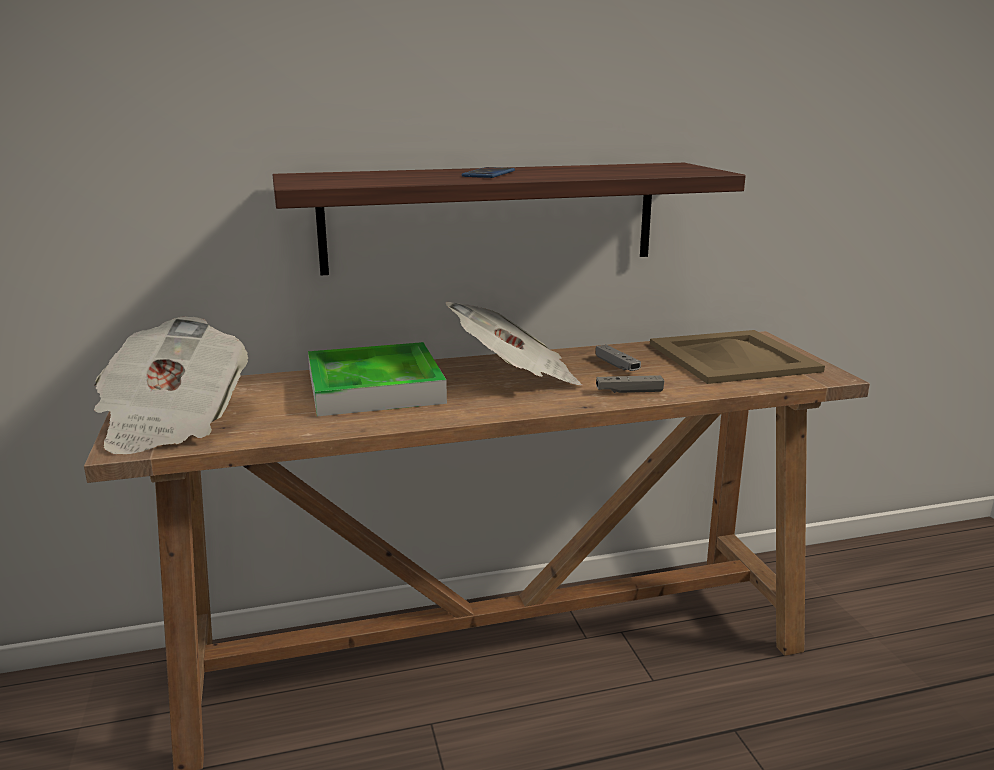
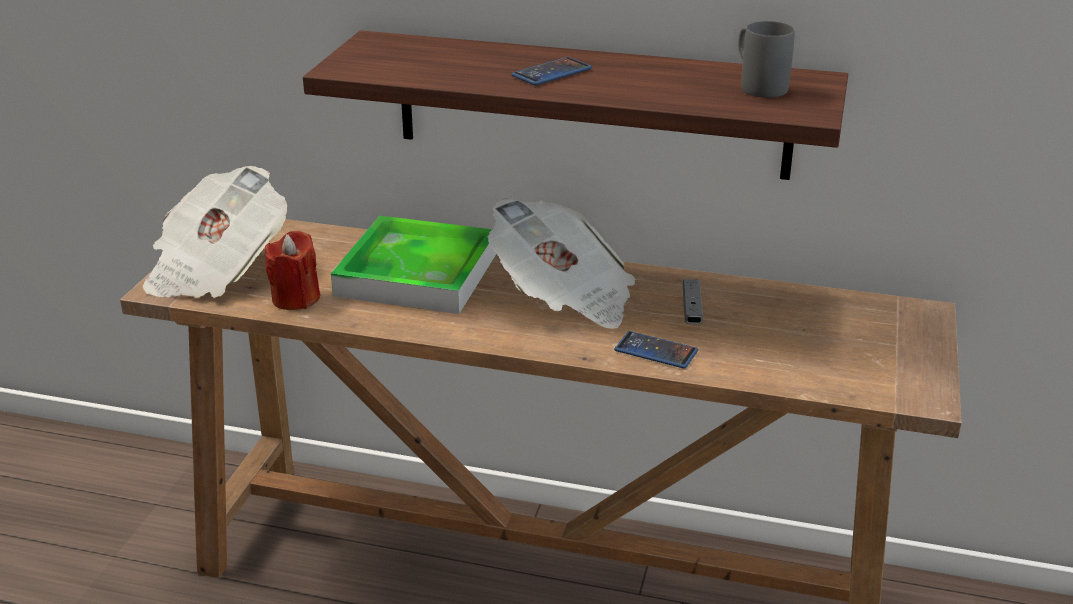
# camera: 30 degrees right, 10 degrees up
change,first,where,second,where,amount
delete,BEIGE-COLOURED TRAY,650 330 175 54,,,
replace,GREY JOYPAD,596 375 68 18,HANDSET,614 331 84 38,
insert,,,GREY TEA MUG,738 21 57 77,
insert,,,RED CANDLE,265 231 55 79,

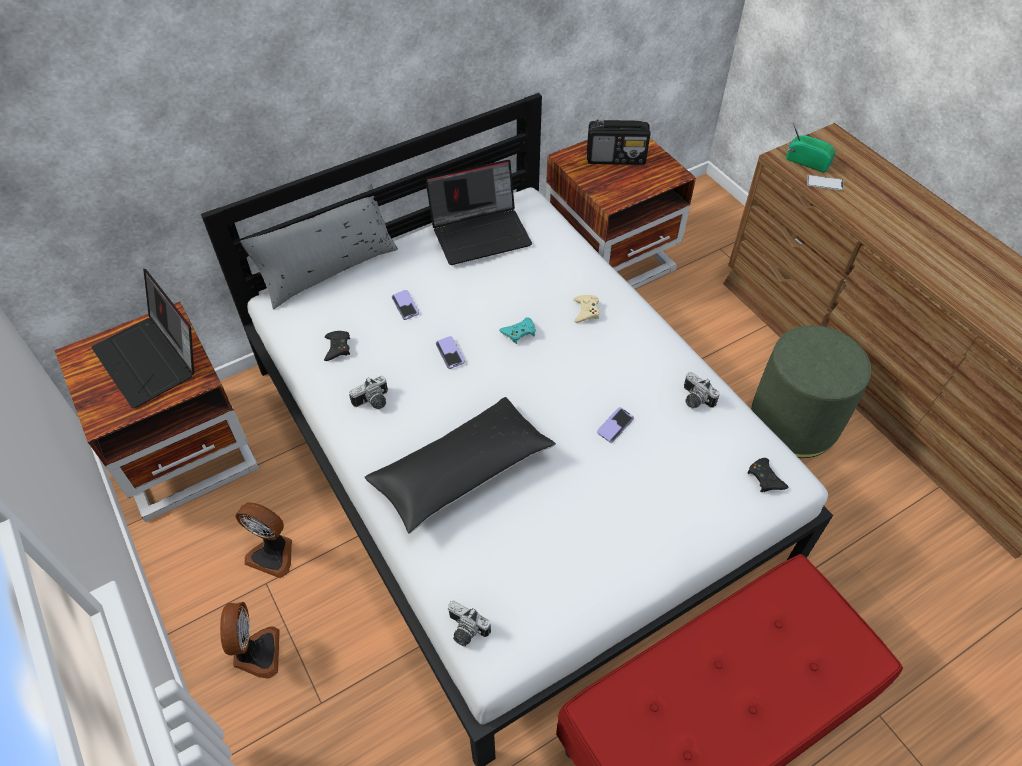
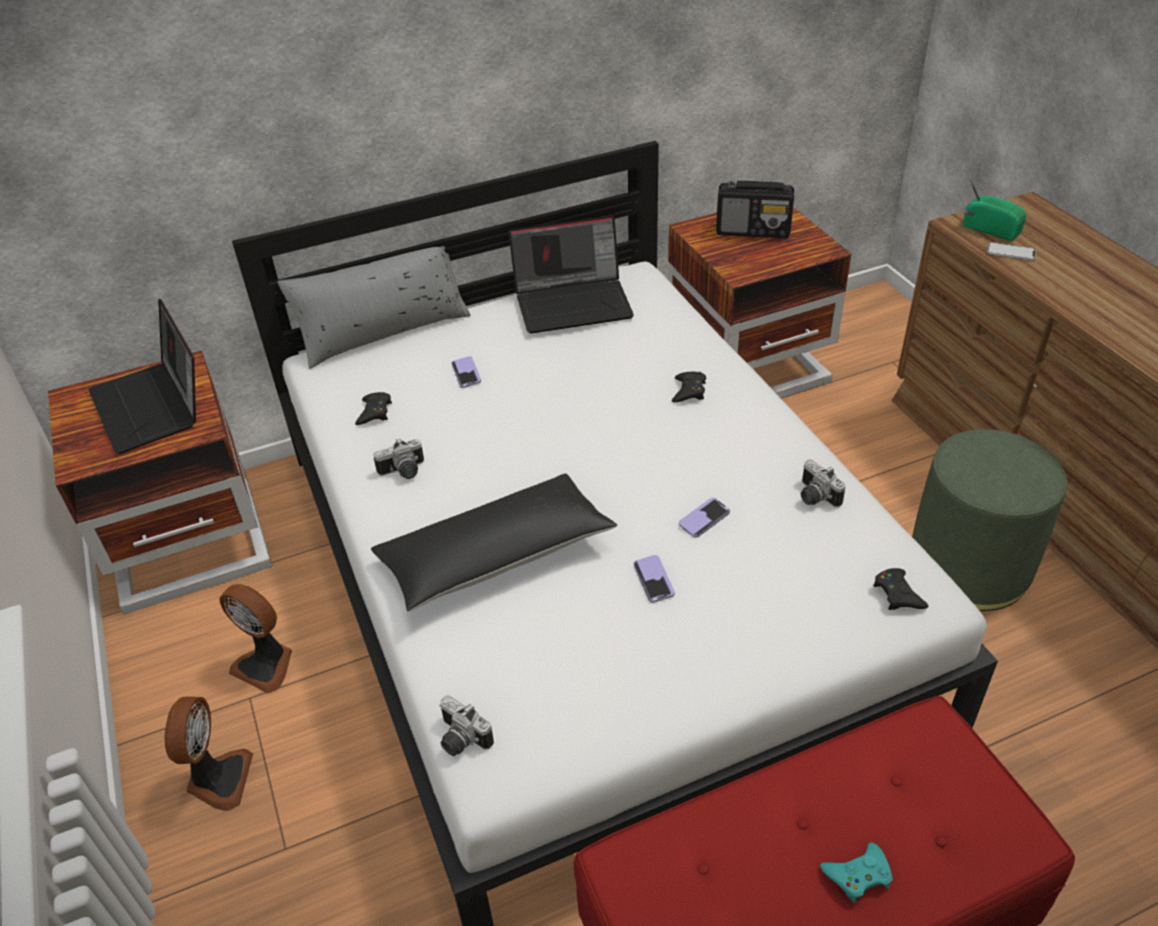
# camera: 10 degrees right, 10 degrees down
change,first,where,second,where,amount
recolor,BEIGE-COLOURED JOYPAD,573 295 27 28,BLACK-COLOURED JOYPAD,672 372 34 30,
move,TURQUOISE-COLOURED JOYPAD,499 317 37 27,,820 842 73 61,
move,HANDSET,436 336 29 33,,634 555 41 48,

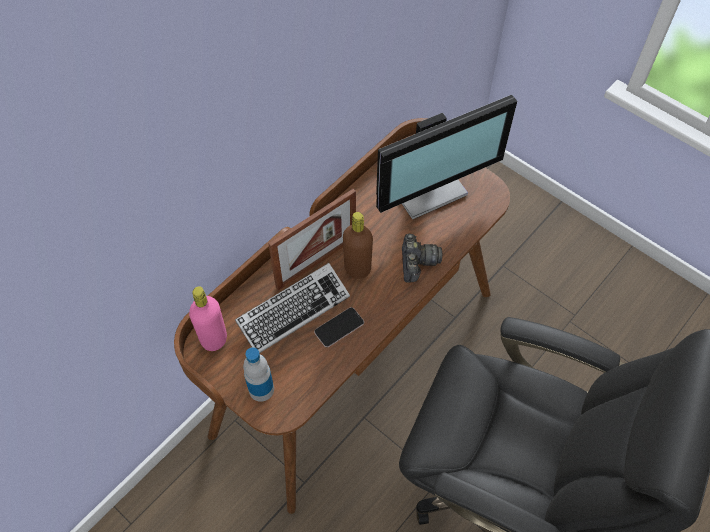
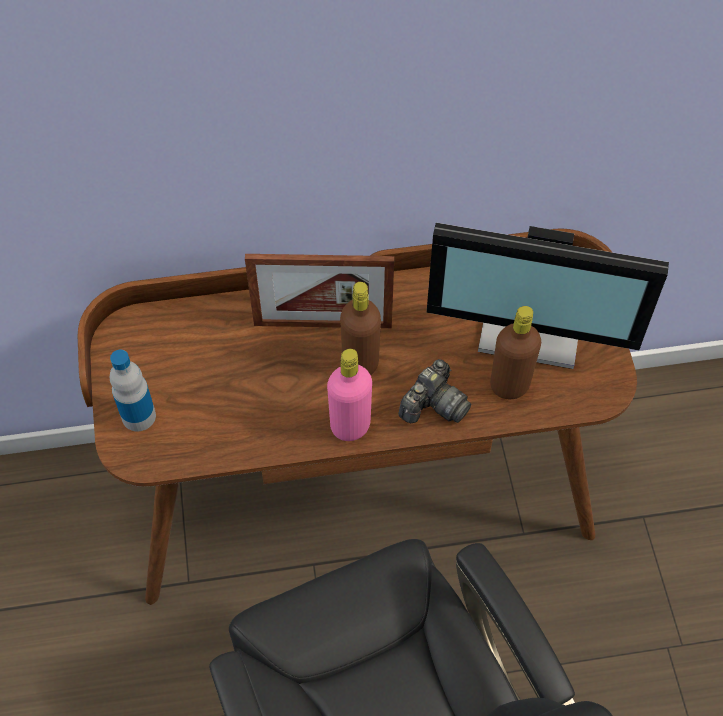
# camera: 40 degrees right, 0 degrees up
change,first,where,second,where,amount
delete,PC KEYBOARD,235 263 115 90,,,
move,PINKISH BEVERAGE BOTTLE,189 286 38 65,,327 349 45 92,
delete,HANDSET,314 307 50 40,,,
insert,,,BROWNISH BEVERAGE BOTTLE,490 306 51 93,

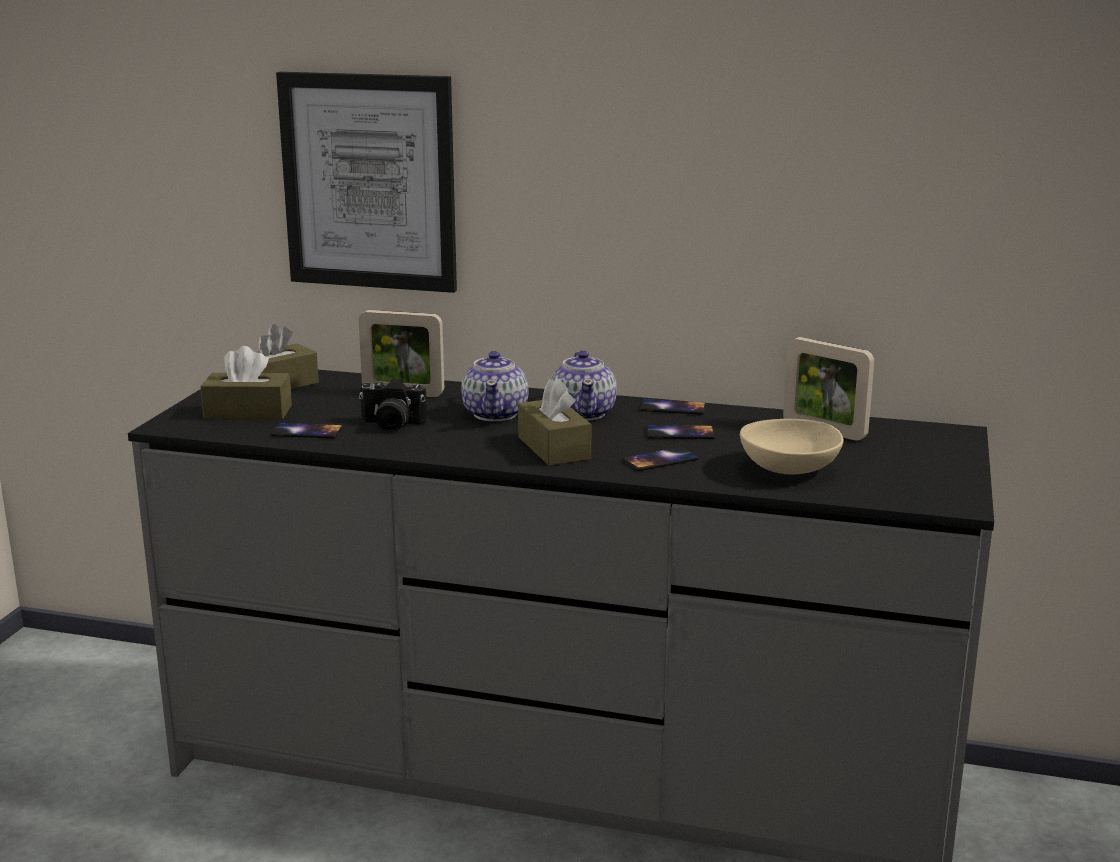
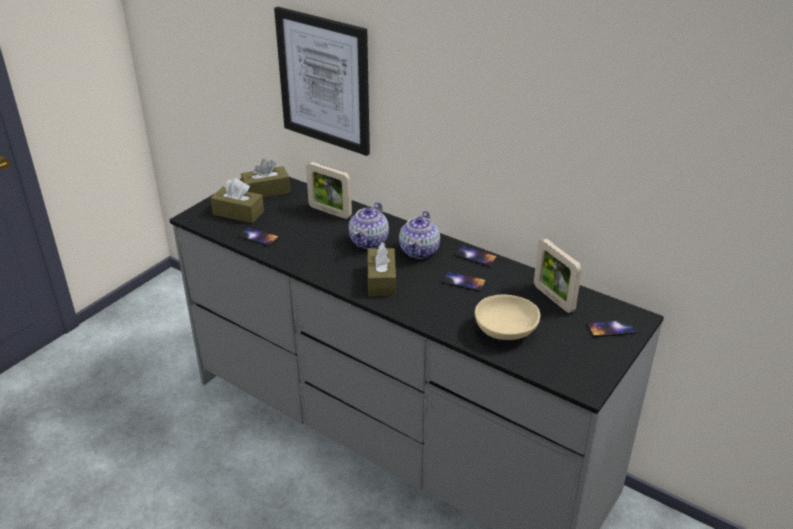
# camera: 20 degrees right, 15 degrees up
change,first,where,second,where,amount
delete,PHOTO CAMERA,359 378 68 54,,,
move,HANDSET,622 447 77 24,,587 320 49 17,

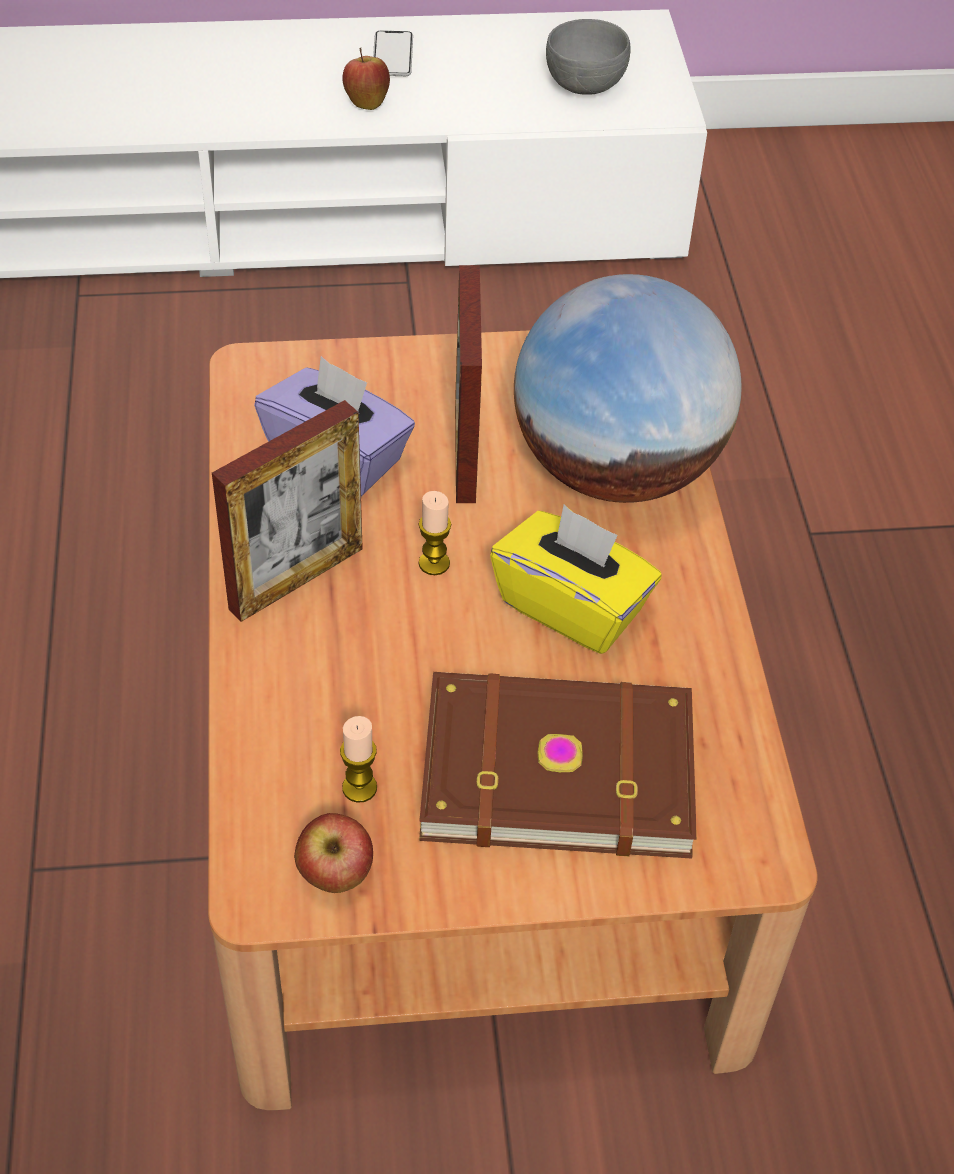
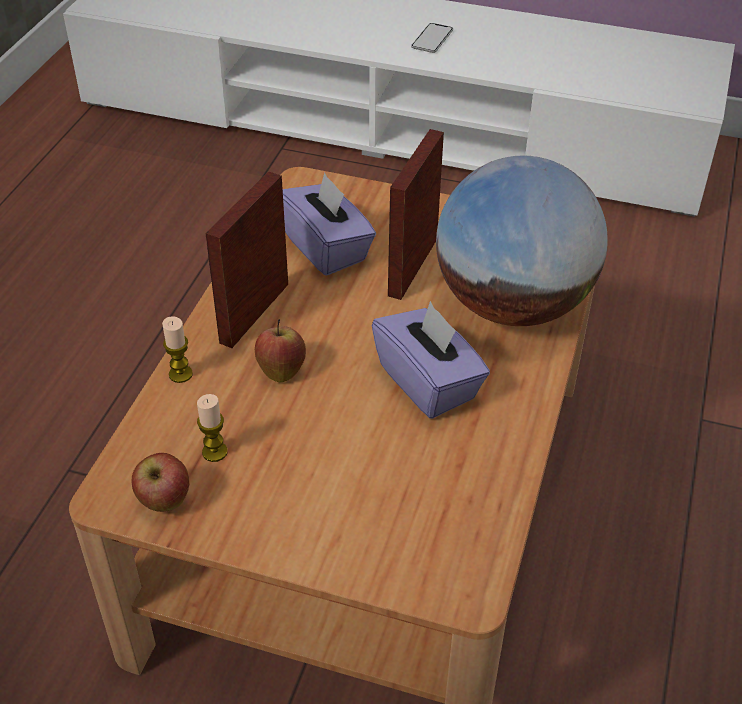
# camera: 25 degrees right, 5 degrees down
change,first,where,second,where,amount
delete,GREY BOWL,546 19 85 76,,,
move,HANDSET,373 31 40 45,,411 23 42 30,
move,APPLE,342 48 48 62,,255 319 51 64,
rotate,PHOTO FRAME,212 400 151 222,,205 171 83 177,135 degrees clockwise
move,CANDLE,418 491 33 84,,162 316 31 67,
recolor,YELLOW-COLOURED TISSUE HOLDER,490 504 171 150,PURPLE TISSUE HOLDER,372 301 118 118,
delete,BROWNISH BOUND BOOK,419 672 278 187,,,

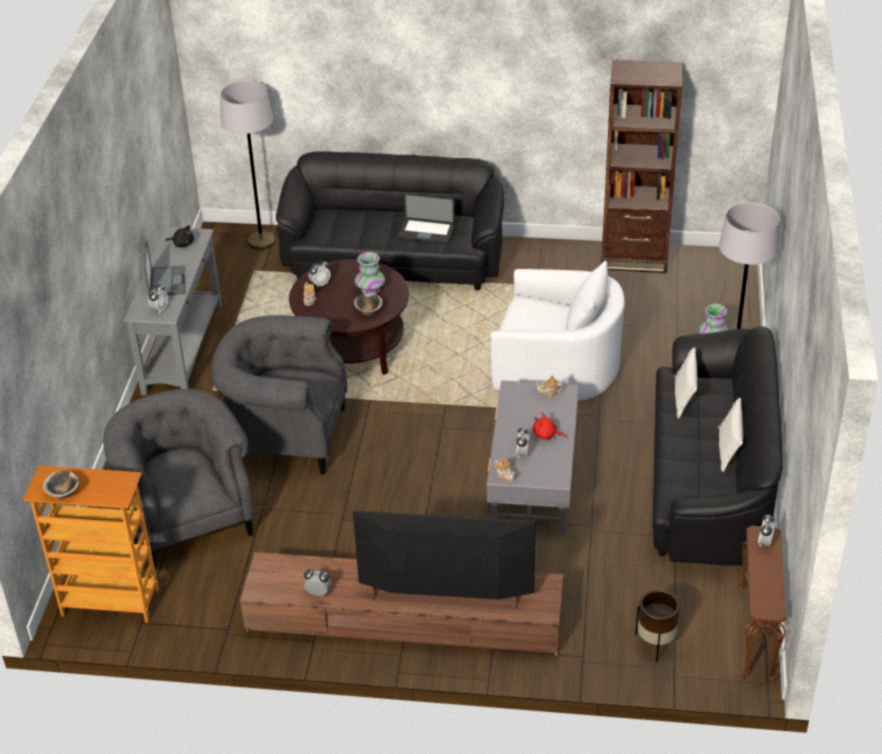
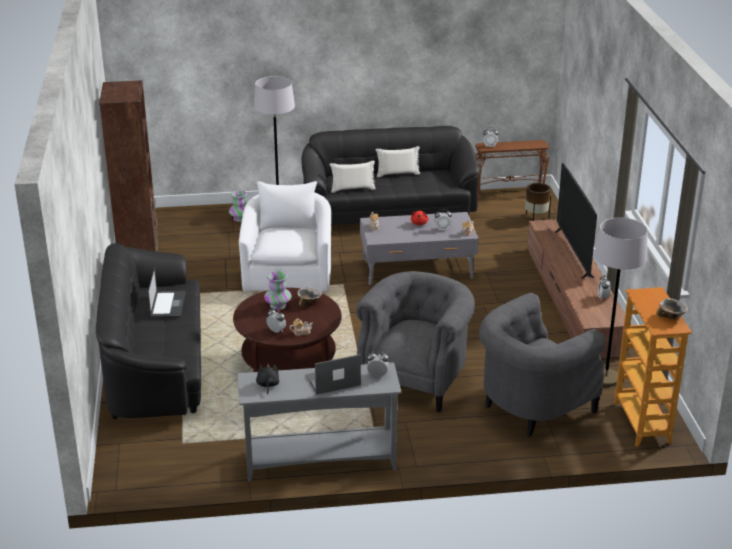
# camera: 105 degrees left, 10 degrees down
change,first,where,second,where,amount
move,GREY STANDARD LAMP,220 80 56 170,,594 218 54 169,
rotate,GREY EASY CHAIR,212 315 135 160,,356 271 119 141,150 degrees counterclockwise

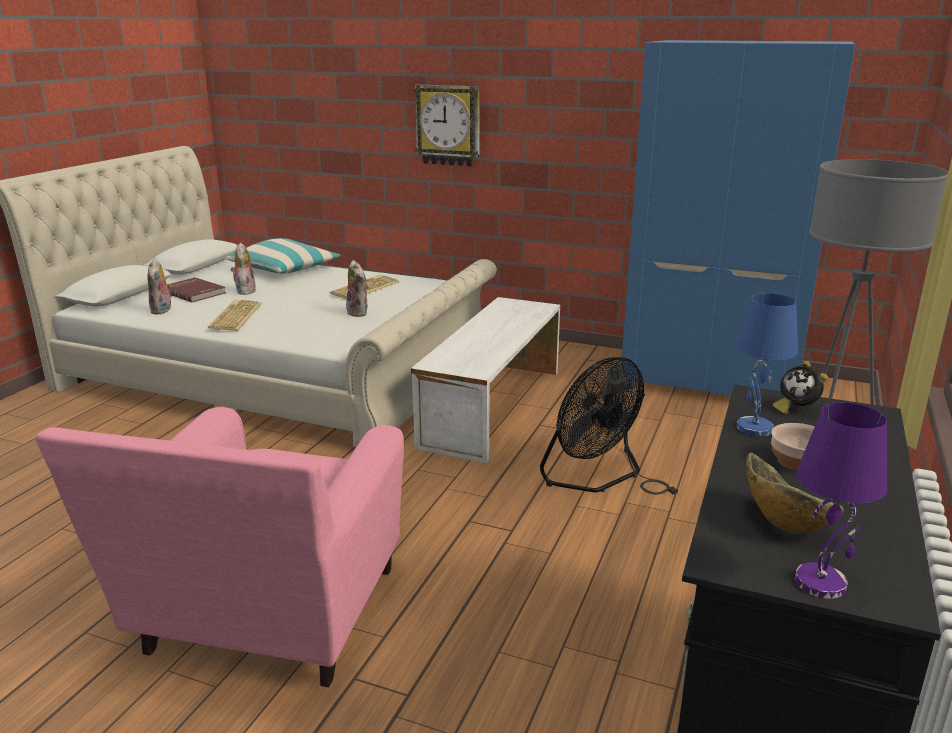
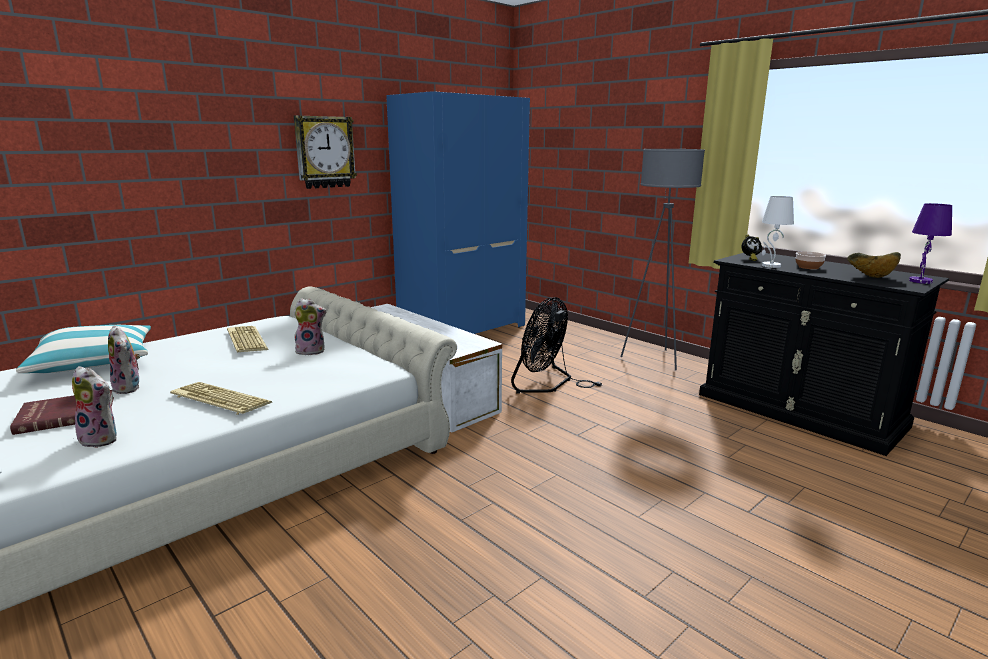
# camera: 65 degrees left, 5 degrees down
change,first,where,second,where,amount
move,HANGING CLOCK,414 85 66 82,,294 115 63 74,
rotate,SOFT TOY,231 243 25 52,,108 325 32 69,150 degrees counterclockwise
recolor,BLUE LAMP FOR A TABLE,735 293 63 144,WHITISH LAMP FOR A TABLE,762 196 32 72,
rotate,BLACK-COLOURED ELECTRIC FAN,540 357 138 138,,511 297 91 97,45 degrees clockwise
delete,PINKISH EASY CHAIR,36 407 368 280,,,

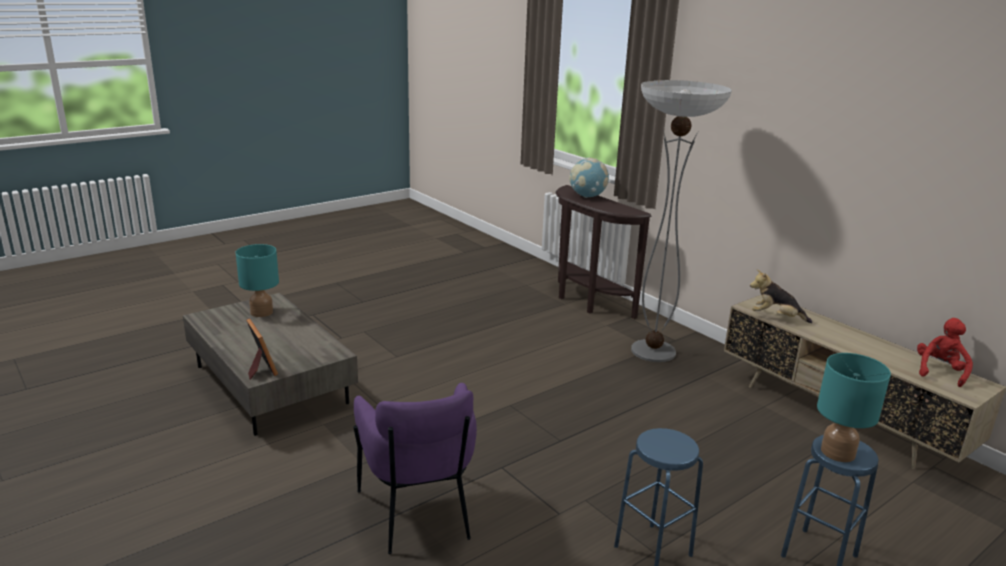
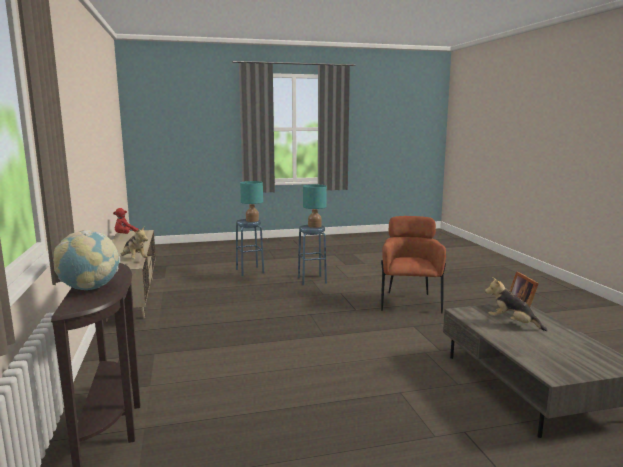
# camera: 155 degrees left, 10 degrees down
change,first,where,second,where,amount
delete,STANDARD LAMP,631 80 101 282,,,
move,TURQUOISE-COLOURED LAMP FOR A TABLE,236 244 43 73,,303 184 24 44,
recolor,PURPLE EASY CHAIR,353 383 124 171,BROWNISH EASY CHAIR,381 216 65 97,
insert,,,SOFT TOY,485 277 63 54,

